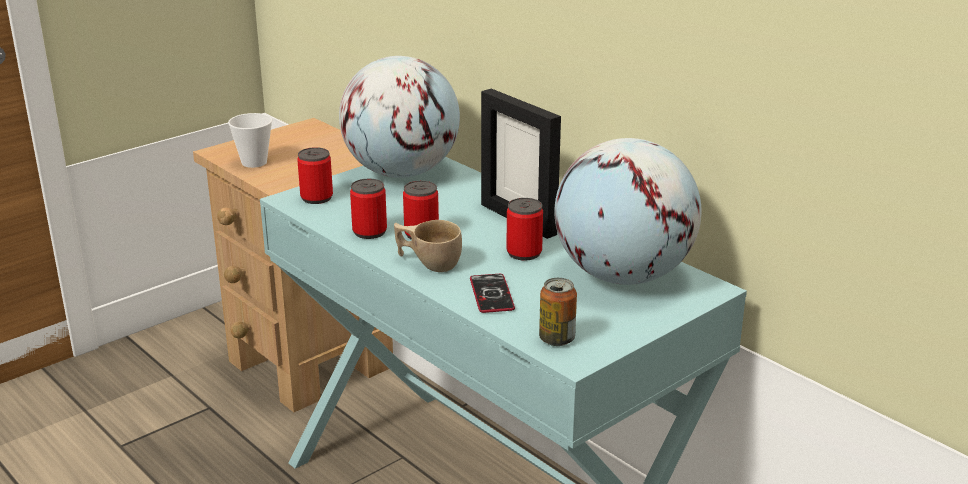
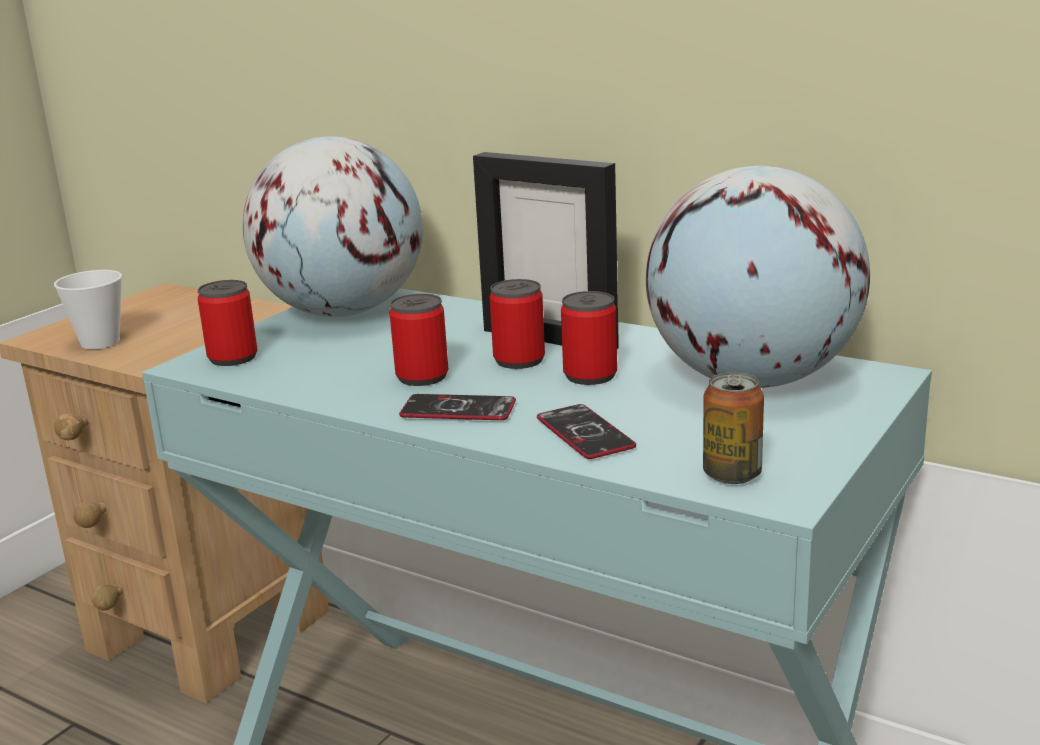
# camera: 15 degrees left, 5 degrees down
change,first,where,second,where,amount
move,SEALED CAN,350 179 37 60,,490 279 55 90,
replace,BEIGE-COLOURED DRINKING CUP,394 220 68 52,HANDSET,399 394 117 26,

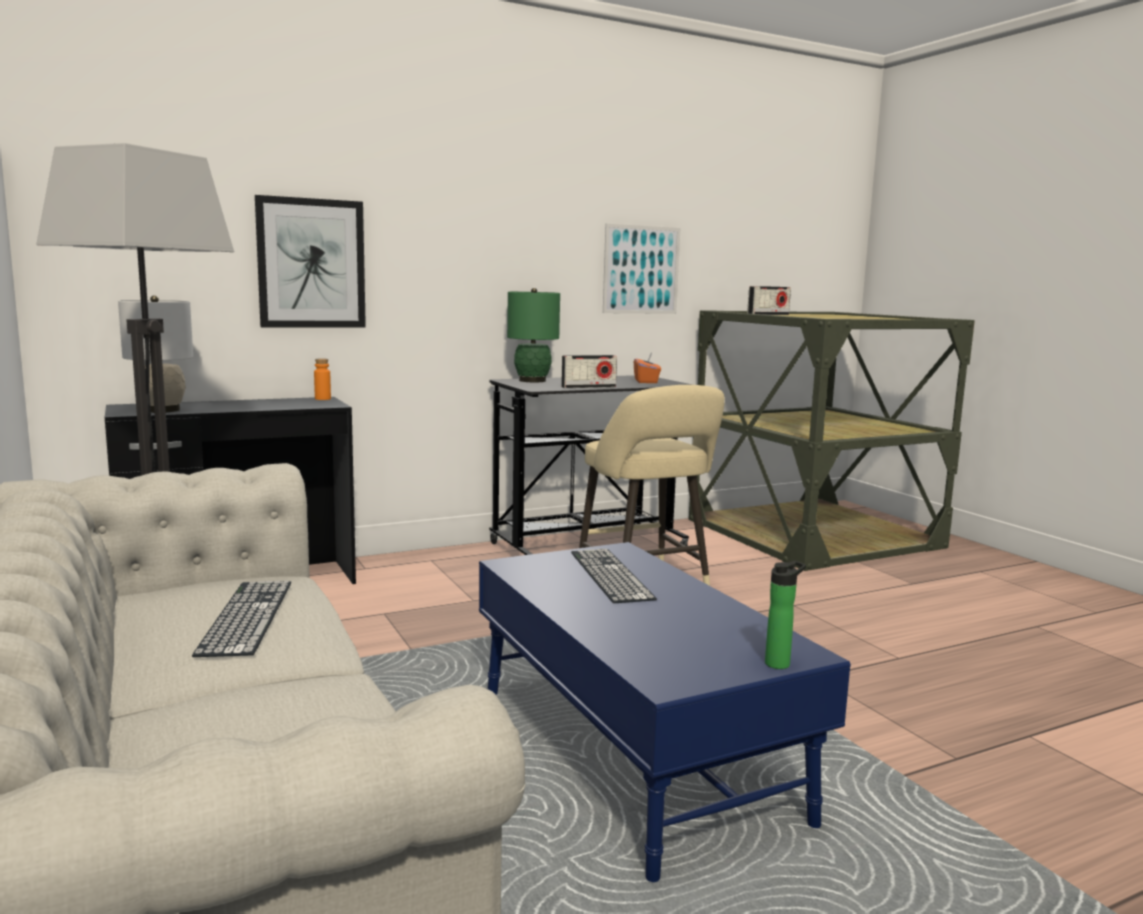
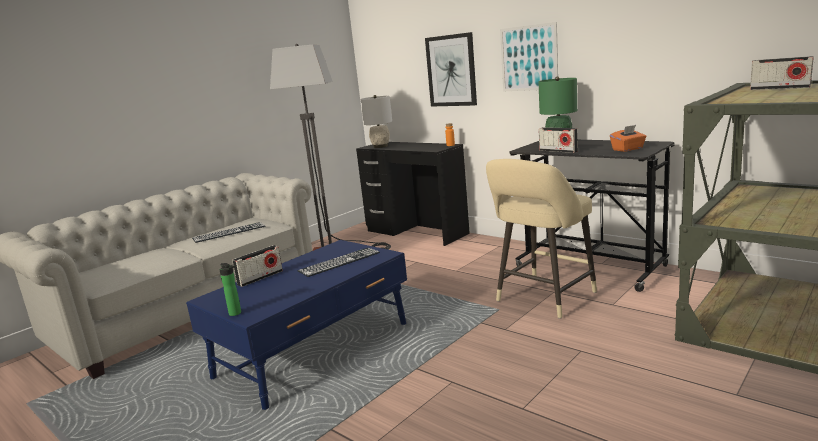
# camera: 70 degrees right, 5 degrees up
change,first,where,second,where,amount
move,WALL PICTURE,603 224 77 90,,500 22 58 69,
insert,,,RADIO SET,232 245 51 42,

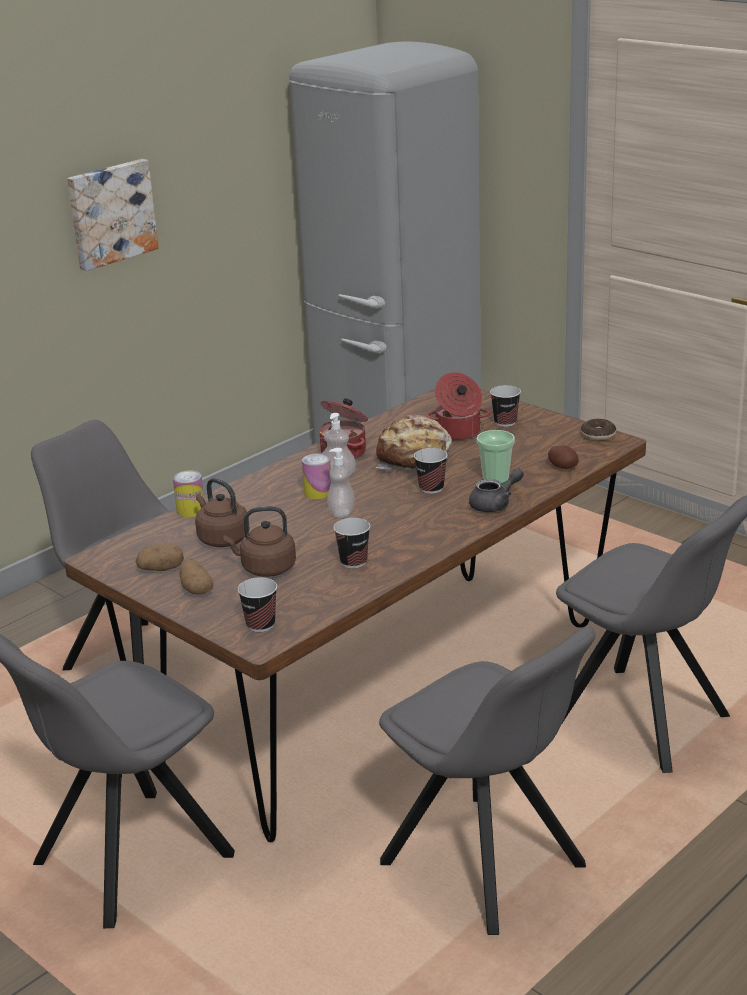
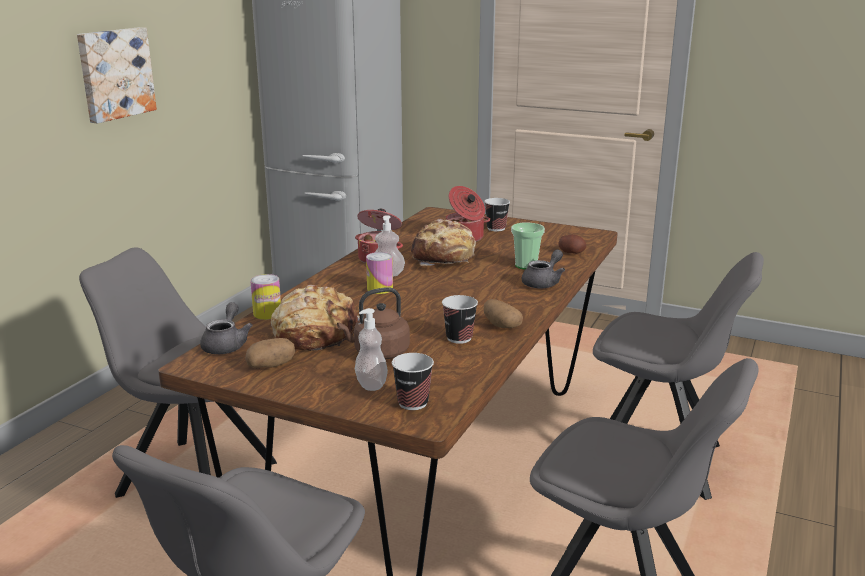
# camera: 20 degrees left, 5 degrees down
change,first,where,second,where,amount
delete,DONUT,581 419 35 22,,,
move,SOAP BOTTLE,327 448 28 70,,355 308 33 83,
delete,DRINKING CUP,414 448 33 46,,,
replace,BROWNISH KETTLE,195 478 55 69,BAKED BREAD,271 285 89 66,
move,SPUD,179 559 34 36,,484 299 39 29,
insert,,,GREY TEAPOT,200 302 53 52,

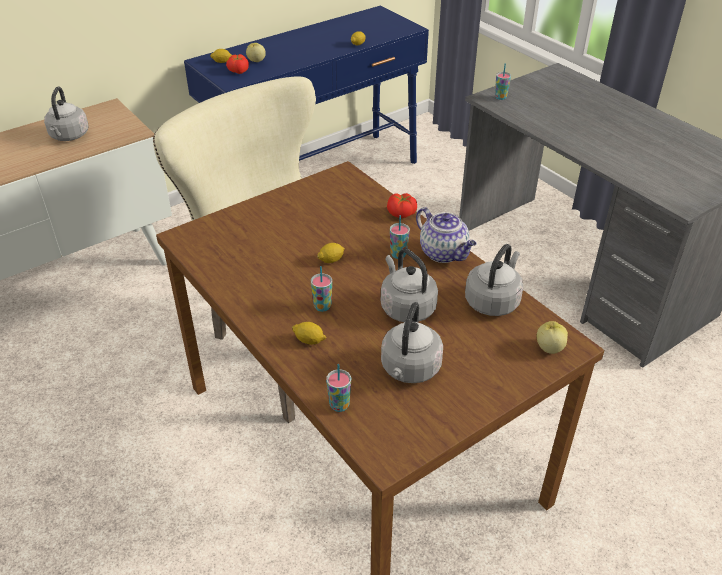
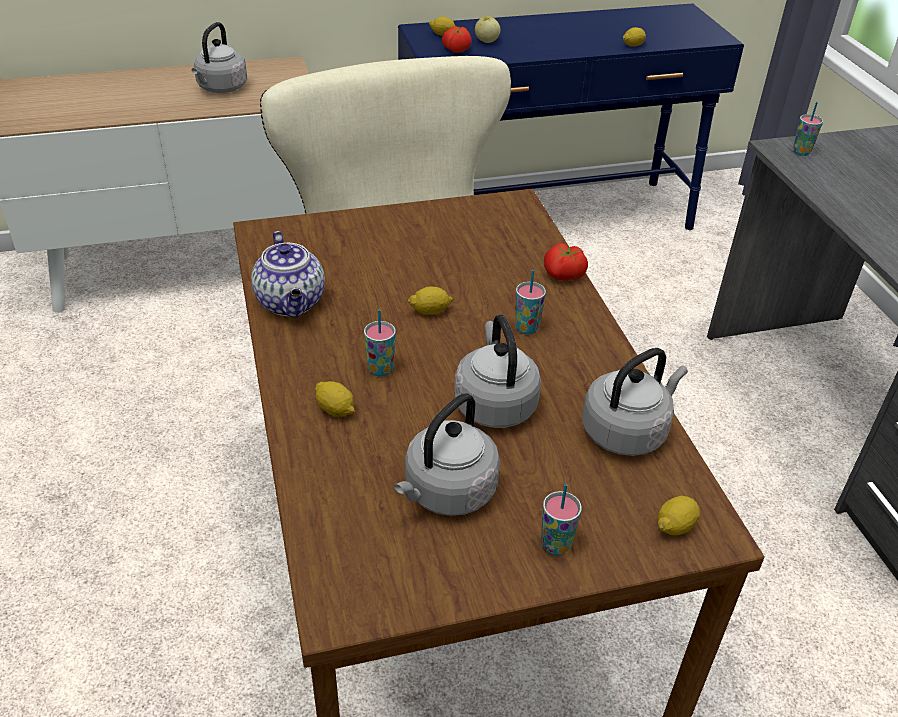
# camera: 20 degrees right, 0 degrees up
change,first,where,second,where,amount
move,TEAPOT,416 207 60 56,,251 231 74 86,
replace,APPLE,537 321 31 33,LEMON,658 496 42 40,
move,DRINKING CUP,326 364 25 48,,541 484 41 72,

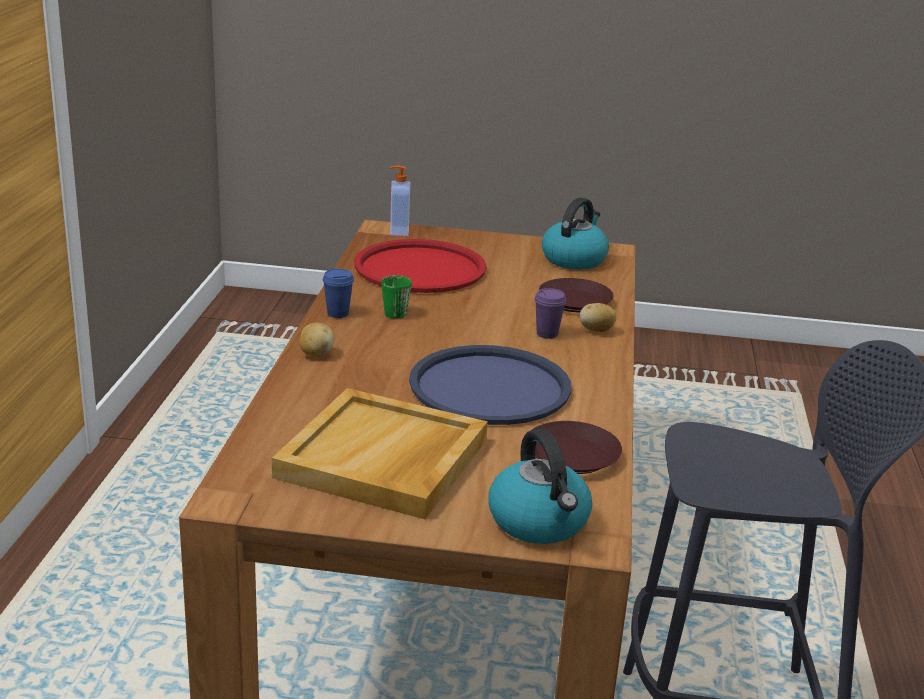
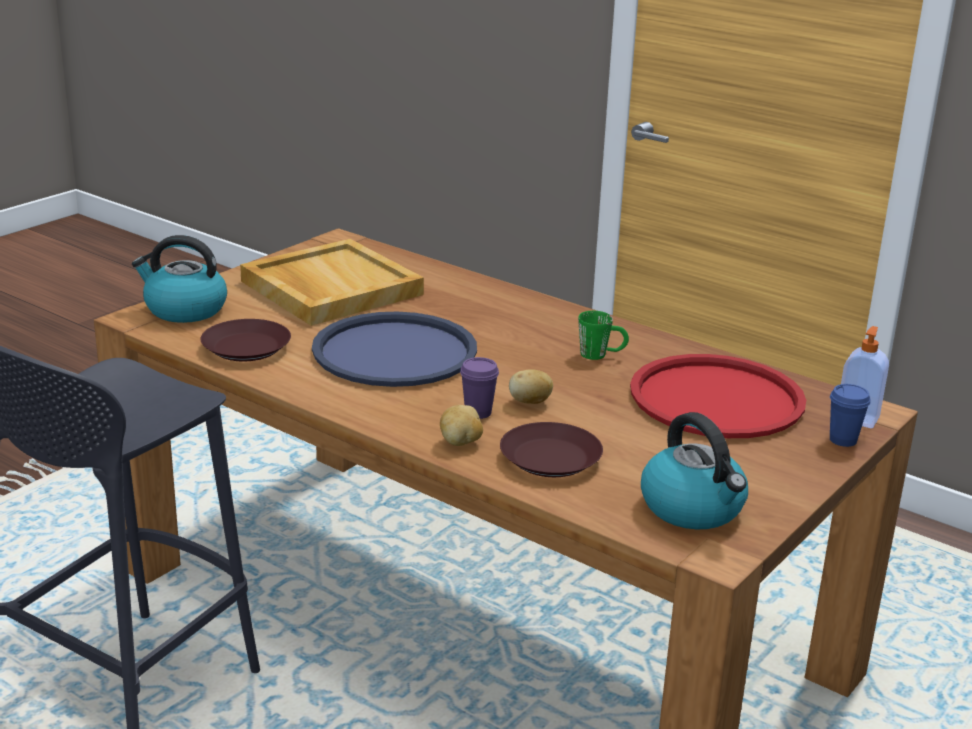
# camera: 120 degrees right, 0 degrees up
change,first,where,second,where,amount
move,BLUE DRINKING CUP,323 269 31 49,,830 384 41 63,
move,SPUD,299 323 35 34,,509 369 44 35,

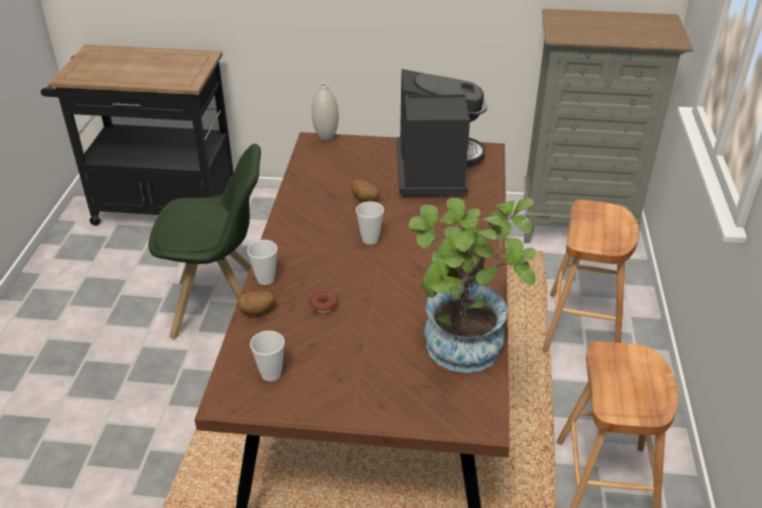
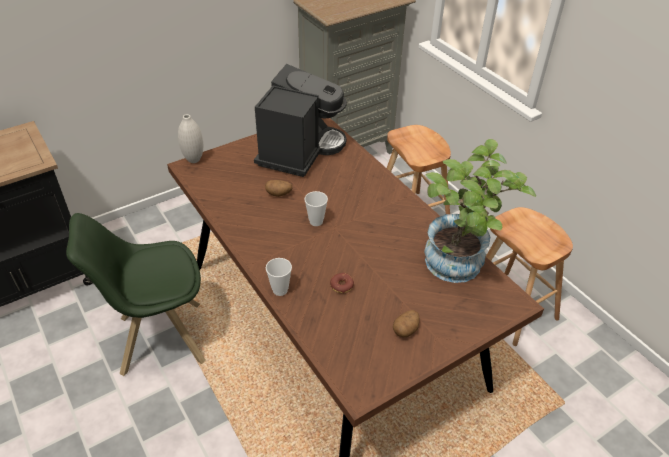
# camera: 40 degrees left, 5 degrees up
change,first,where,second,where,amount
rotate,COFFEE MACHINE,397 69 90 128,,254 64 93 113,60 degrees clockwise
rotate,GREEN-COLOURED PLAIN CHAIR,148 144 113 196,,66 213 139 163,150 degrees counterclockwise
move,SPUD,237 291 39 24,,393 310 26 27,
delete,DRINKING CUP,250 331 35 50,,,

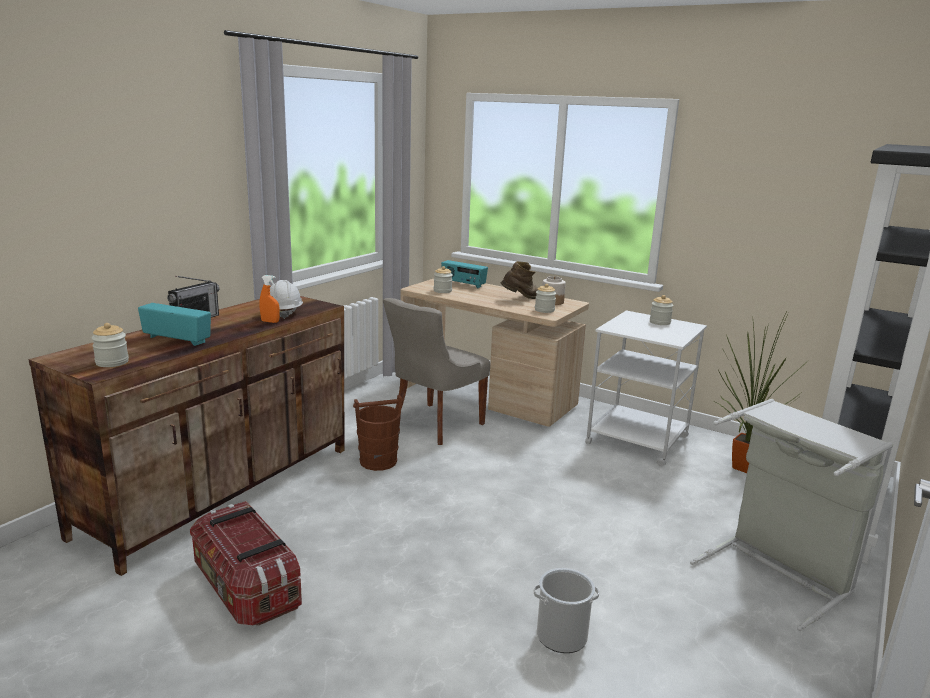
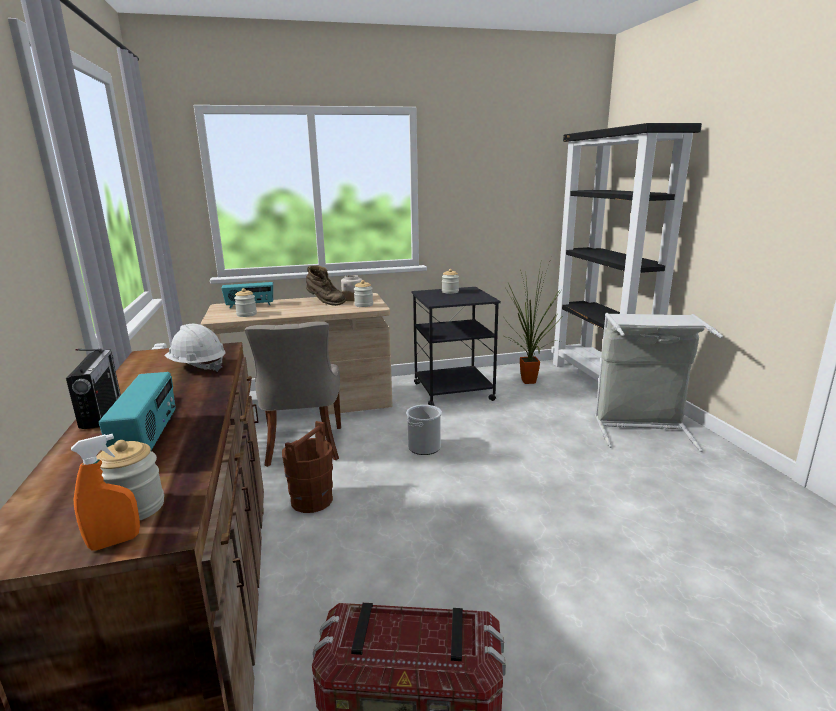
# camera: 45 degrees left, 0 degrees up
change,first,where,second,where,amount
rotate,BROWNISH BOOT,501 261 37 38,,306 265 40 41,105 degrees clockwise
move,ORANGE SPRAYER,260 275 20 48,,71 434 69 116,
rotate,RADIO SET,138 303 73 43,,99 372 77 78,105 degrees clockwise
recolor,WHITISH TROLLEY,585 310 122 157,BLACK-COLOURED TROLLEY,412 287 89 119,
move,WATER BUCKET,534 568 65 85,,406 405 36 50,

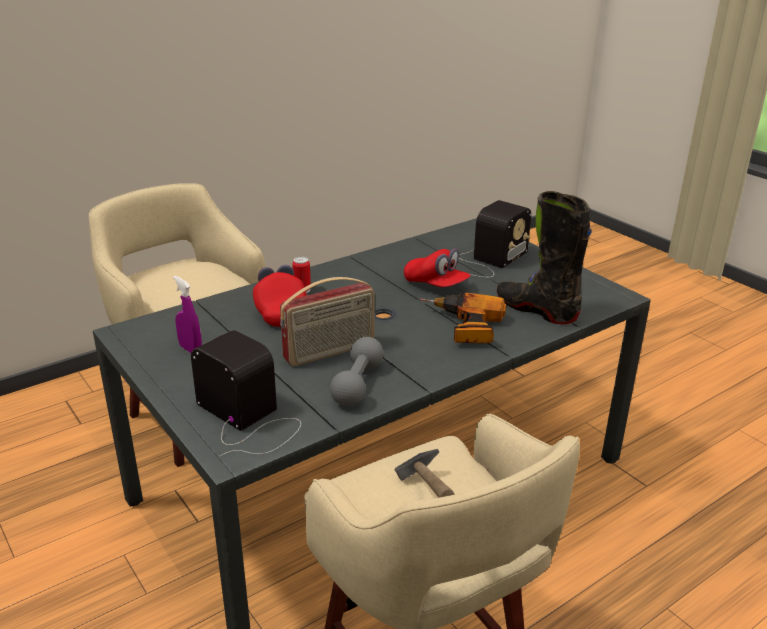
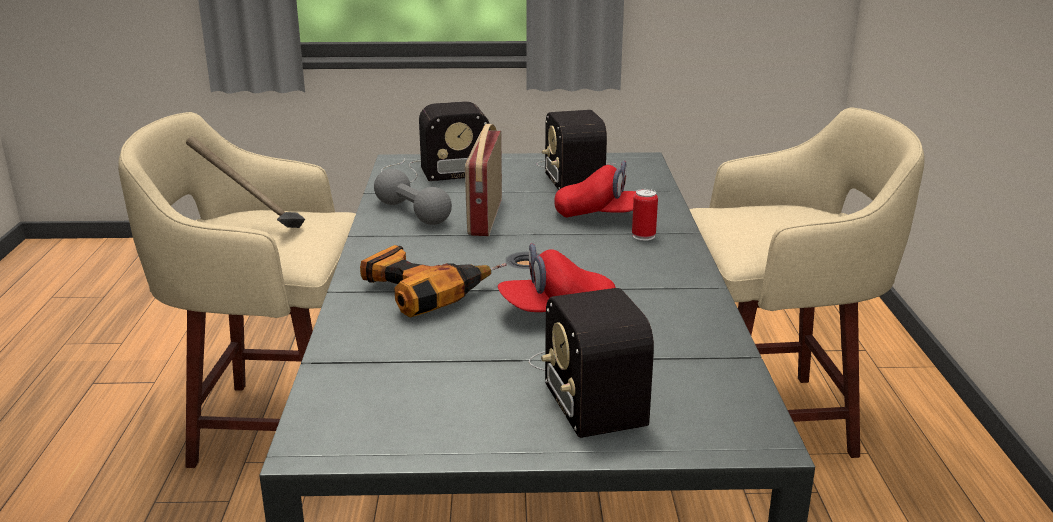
# camera: 125 degrees right, 5 degrees down
change,first,where,second,where,amount
delete,BLACK-COLOURED BOOT,497 191 95 133,,,
replace,PURPLE SPRAYER,173 276 29 77,RADIO SET,537 110 79 80,

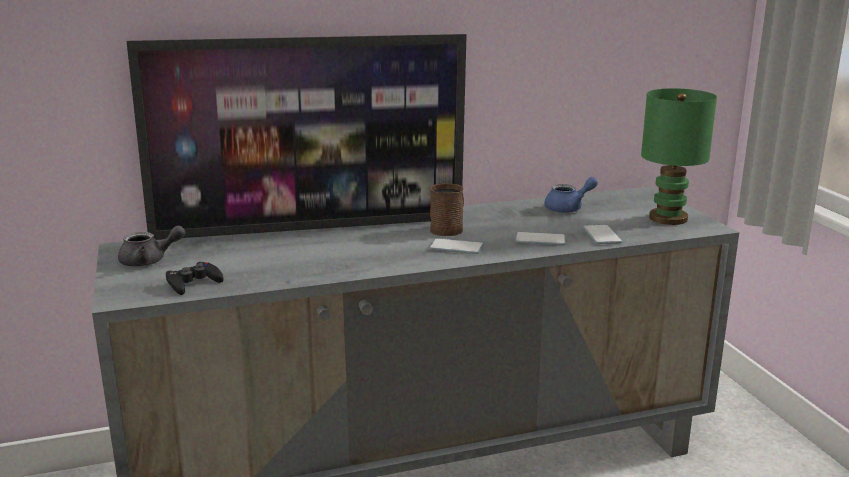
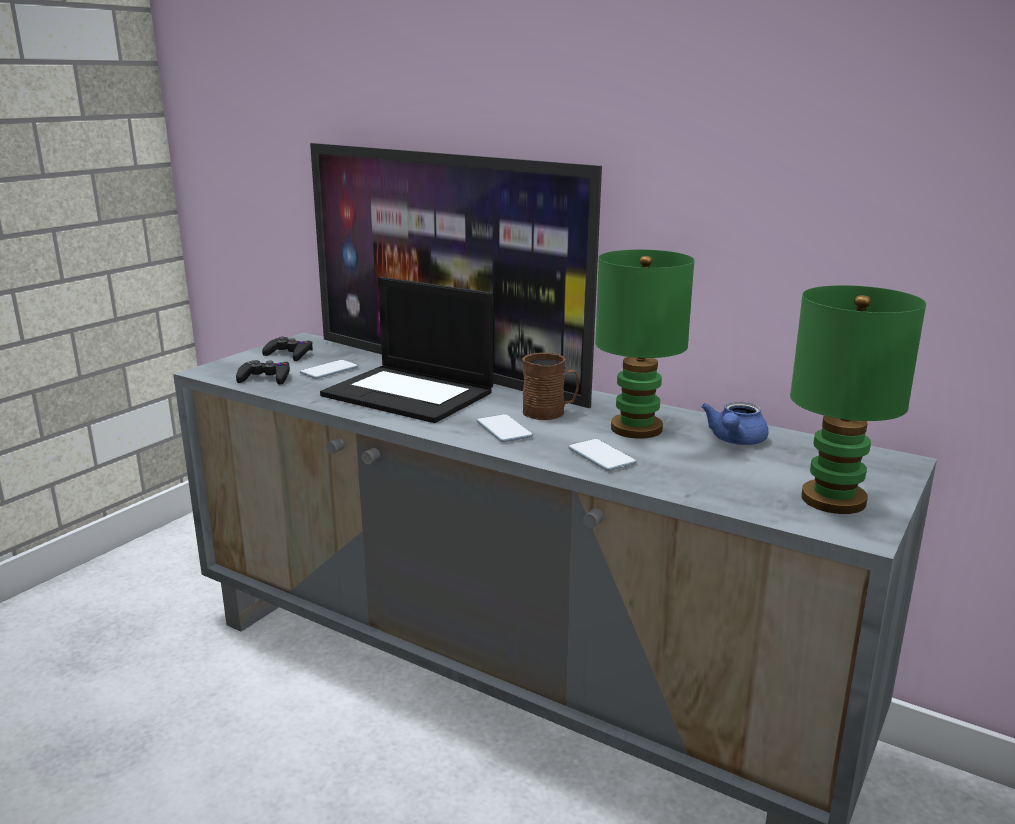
# camera: 50 degrees right, 0 degrees up
change,first,where,second,where,amount
rotate,BLUE TEAPOT,544 177 54 36,,701 401 68 44,90 degrees clockwise
replace,GREY TEAPOT,118 225 68 42,BLACK-COLOURED JOYPAD,262 337 51 24,
move,HANDSET,583 225 39 19,,300 360 58 19,
insert,,,GREEN-COLOURED LAMP FOR A TABLE,595 250 100 189,
insert,,,LAPTOP,320 277 173 146,

